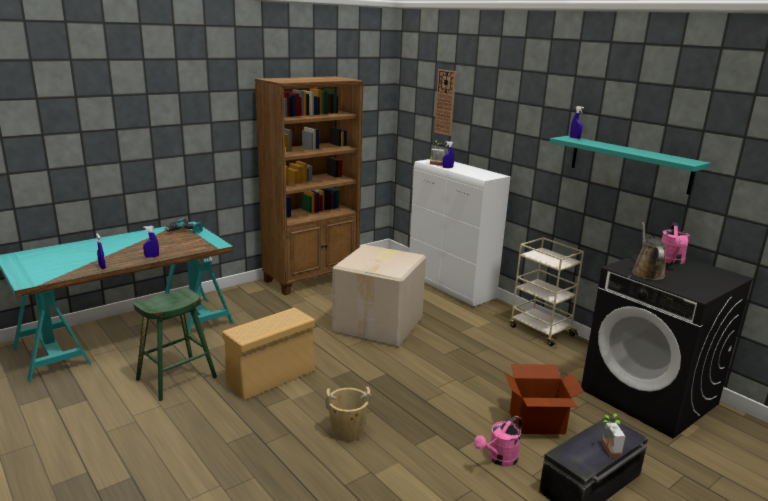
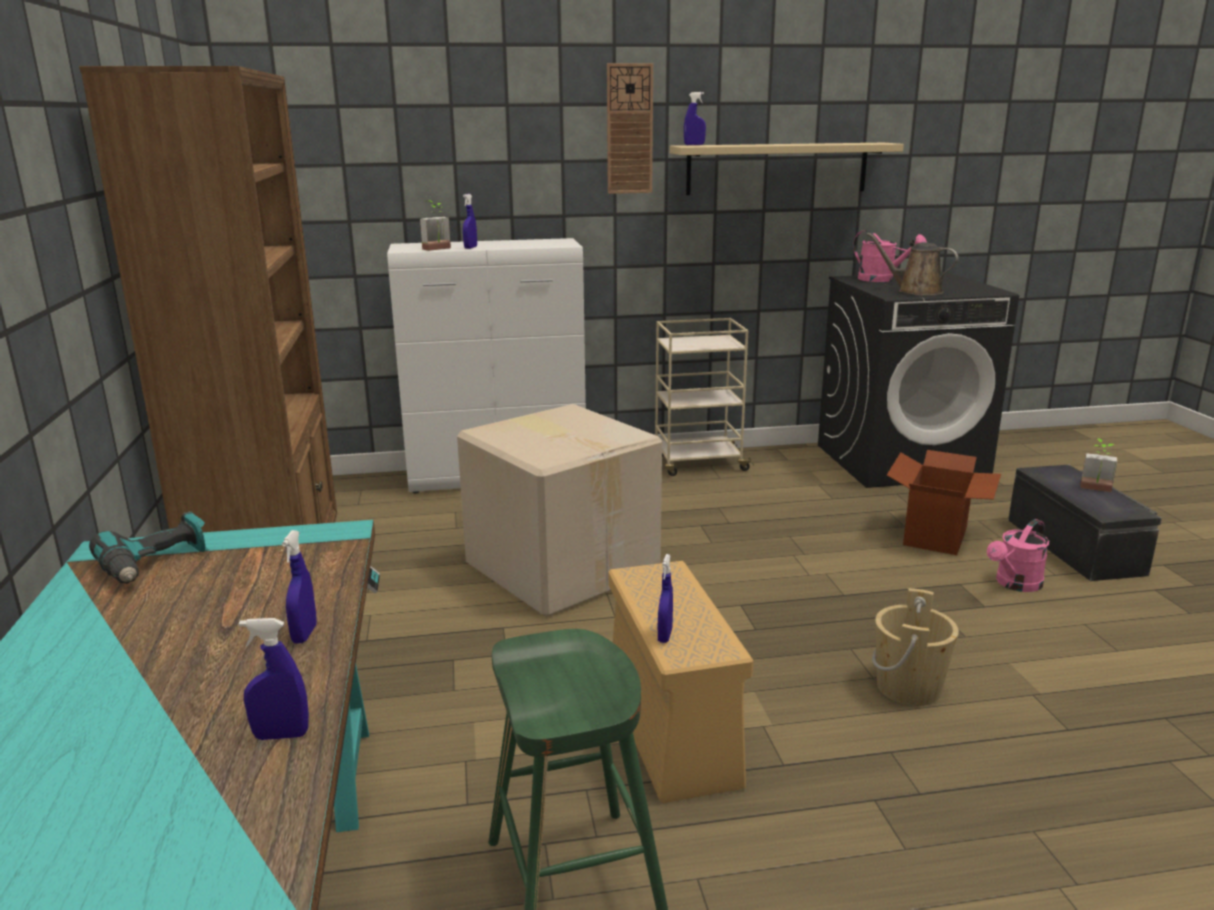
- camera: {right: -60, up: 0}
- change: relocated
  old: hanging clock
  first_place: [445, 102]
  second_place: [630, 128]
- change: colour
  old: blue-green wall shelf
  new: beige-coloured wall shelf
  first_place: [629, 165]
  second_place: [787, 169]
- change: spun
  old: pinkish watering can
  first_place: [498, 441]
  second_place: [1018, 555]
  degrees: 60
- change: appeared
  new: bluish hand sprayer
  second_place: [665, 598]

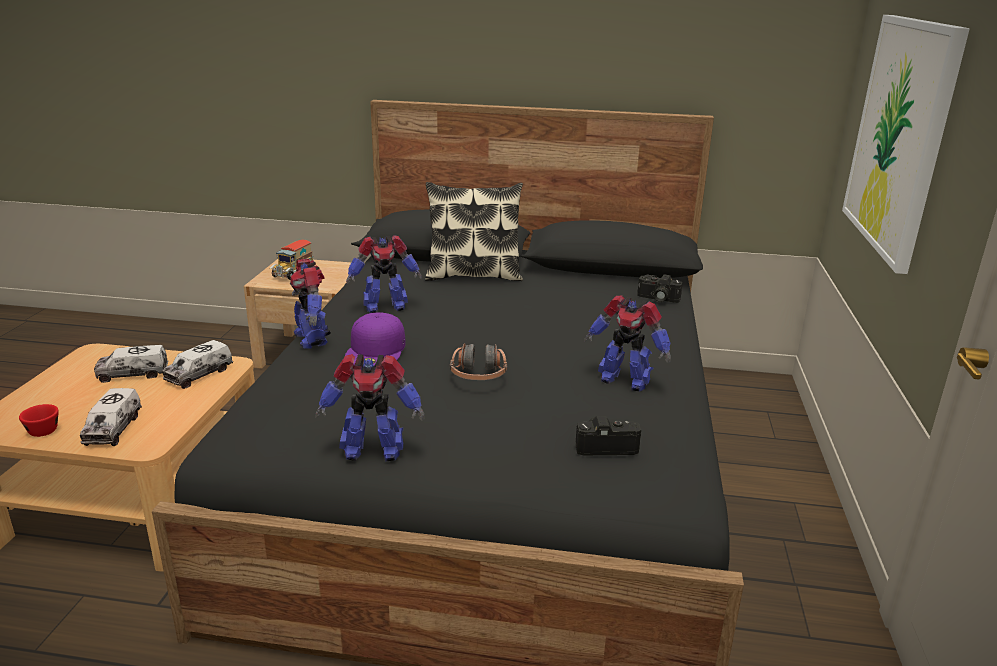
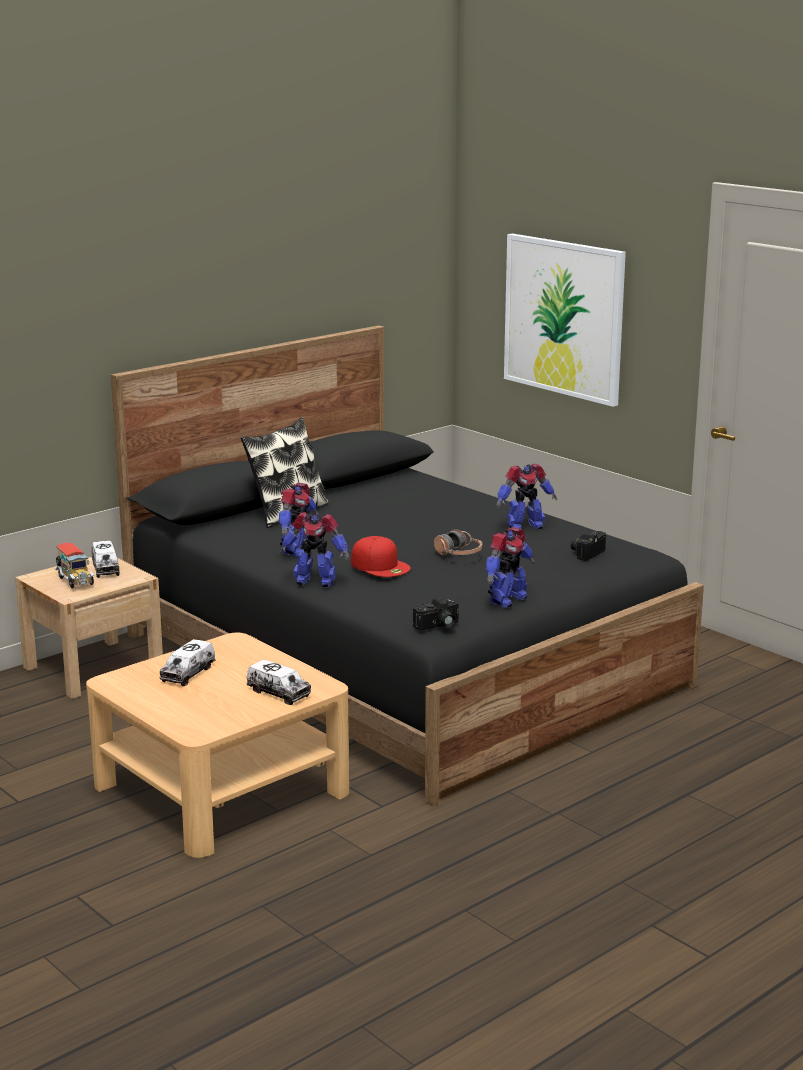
- camera: {right: -50, up: -5}
- change: relocated
  old: photo camera
  first_place: [660, 289]
  second_place: [436, 613]
- change: colour
  old: purple-coloured baseball cap
  new: reddish baseball cap
  first_place: [375, 339]
  second_place: [381, 556]
- change: relocated
  old: toy lorry
  first_place: [197, 364]
  second_place: [105, 559]
- change: missing
  old: reddish small cup
  first_place: [39, 420]

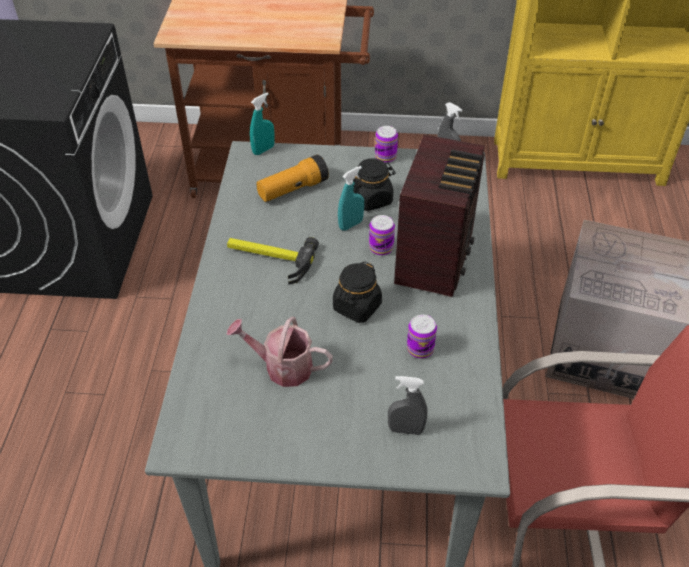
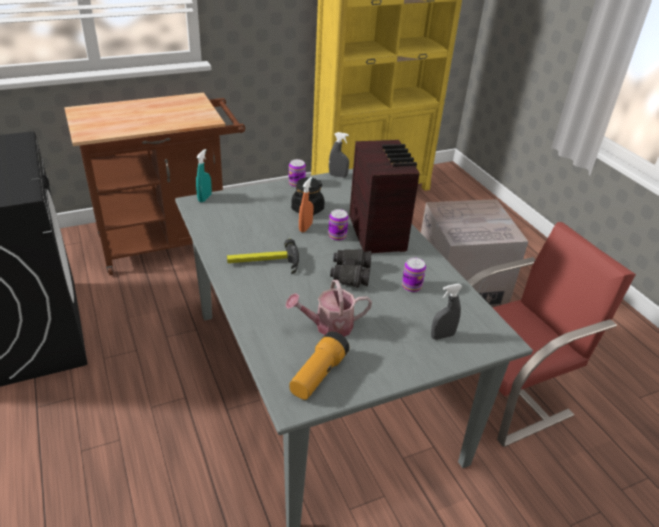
- camera: {right: -30, up: -10}
- change: relocated
  old: flashlight
  first_place: [292, 178]
  second_place: [319, 365]
- change: colour
  old: blue-green hand sprayer
  new: orangey hand sprayer
  first_place: [351, 198]
  second_place: [306, 204]
- change: exchanged
  old: black-coloured preserve jar
  new: black-coloured binoculars
  first_place: [357, 292]
  second_place: [350, 268]

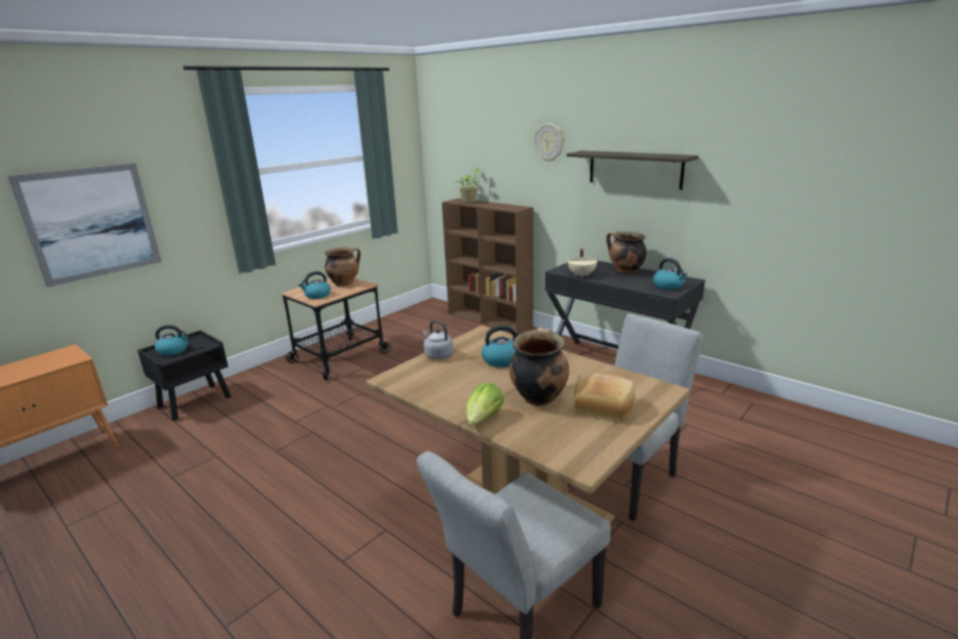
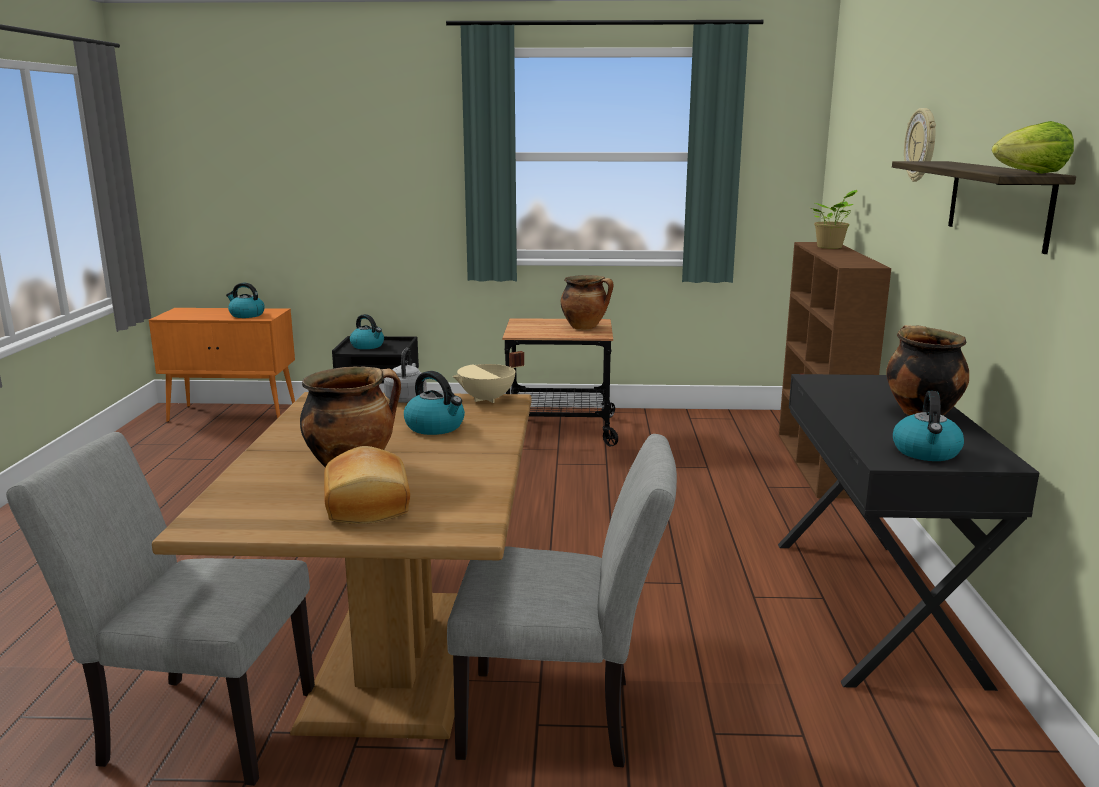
- camera: {right: 50, up: -5}
- change: missing
  old: picture
  first_place: [84, 225]
- change: relocated
  old: beige-coloured stockpot
  first_place: [582, 262]
  second_place: [488, 377]
- change: relocated
  old: tea kettle
  first_place: [315, 285]
  second_place: [245, 300]
- change: relocated
  old: head of lettuce
  first_place: [485, 404]
  second_place: [1033, 147]

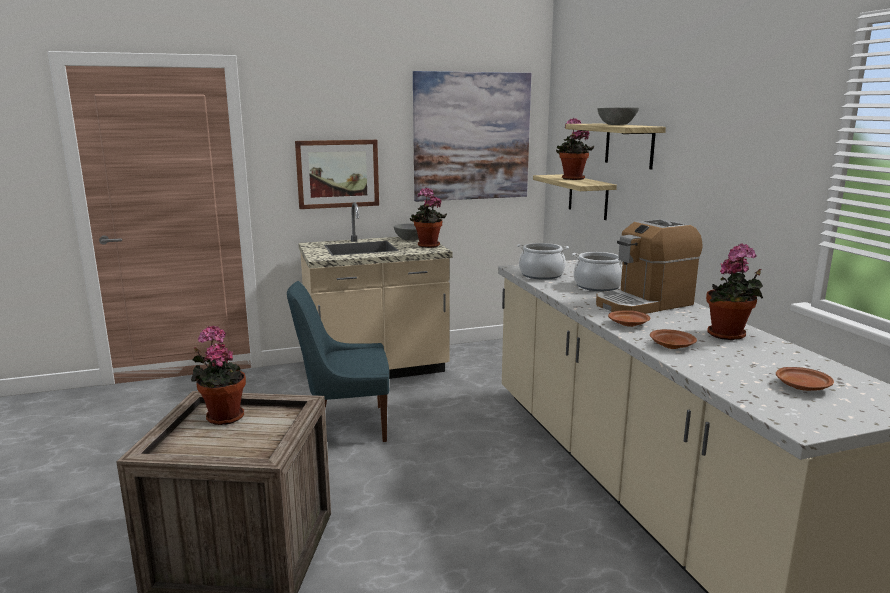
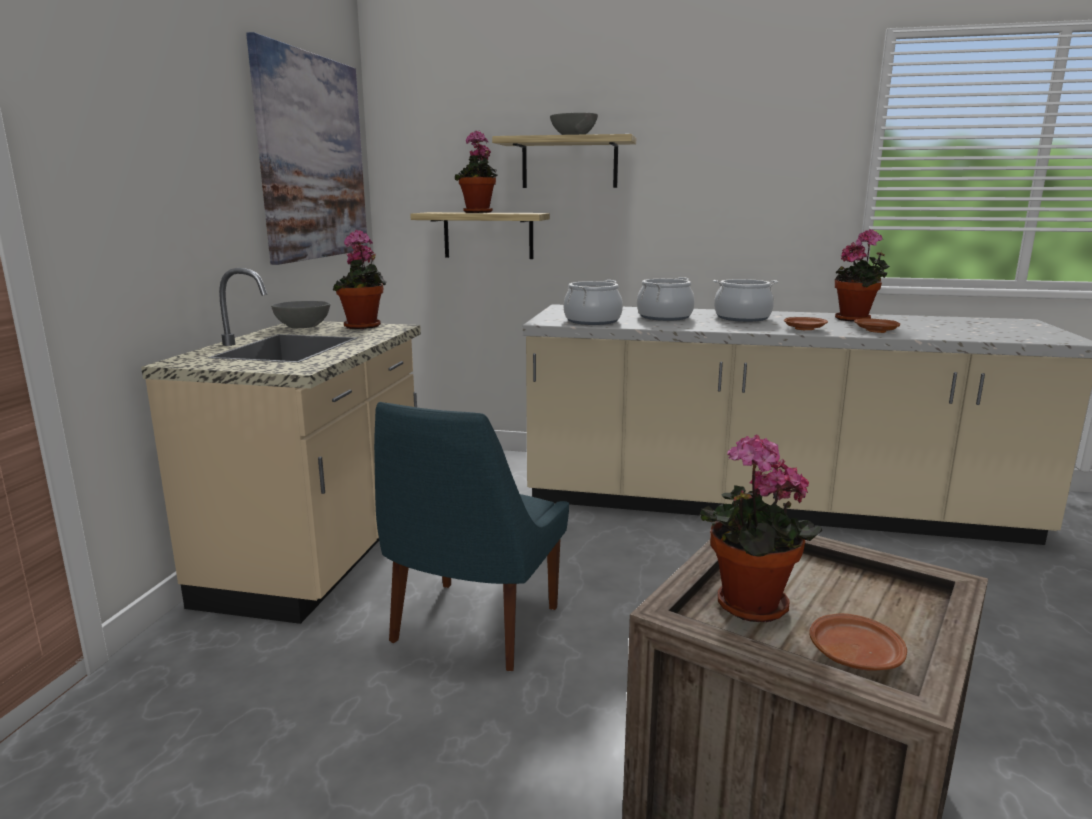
- camera: {right: -60, up: 0}
- change: missing
  old: picture
  first_place: [337, 174]
- change: exchanged
  old: coffee machine
  new: stockpot
  first_place: [649, 266]
  second_place: [745, 300]
- change: relocated
  old: brownish plate
  first_place: [805, 379]
  second_place: [858, 642]

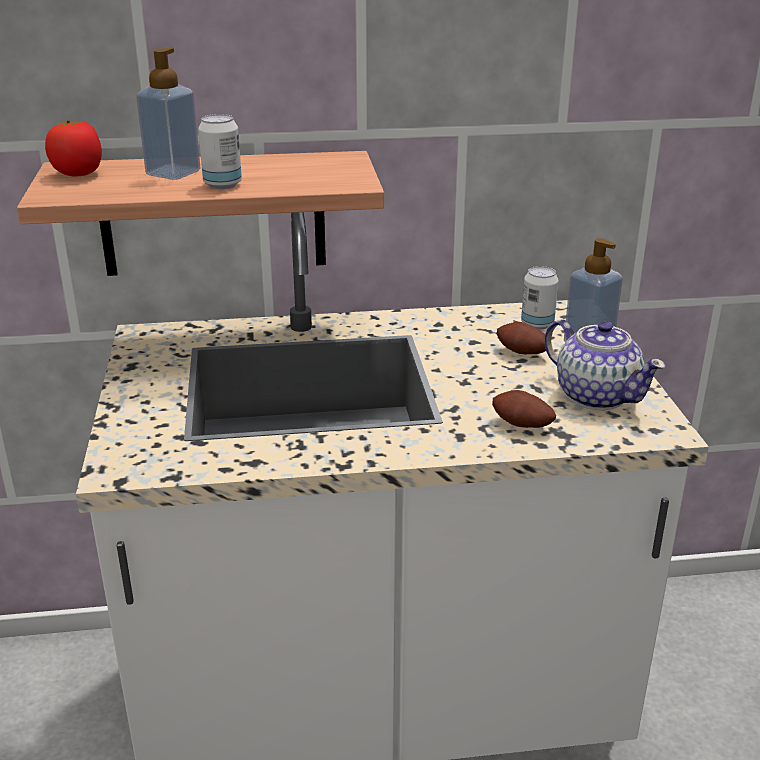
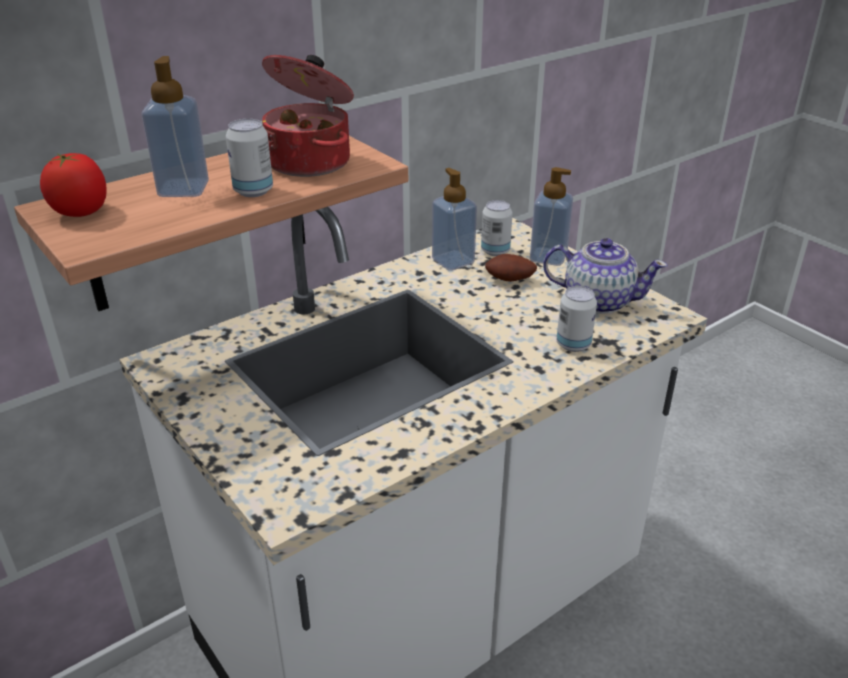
- camera: {right: -30, up: 5}
- change: exchanged
  old: potato
  new: can
  first_place: [524, 409]
  second_place: [577, 319]
- change: appeared
  new: stockpot
  second_place: [308, 116]
- change: appeared
  new: soap dispenser
  second_place: [454, 219]

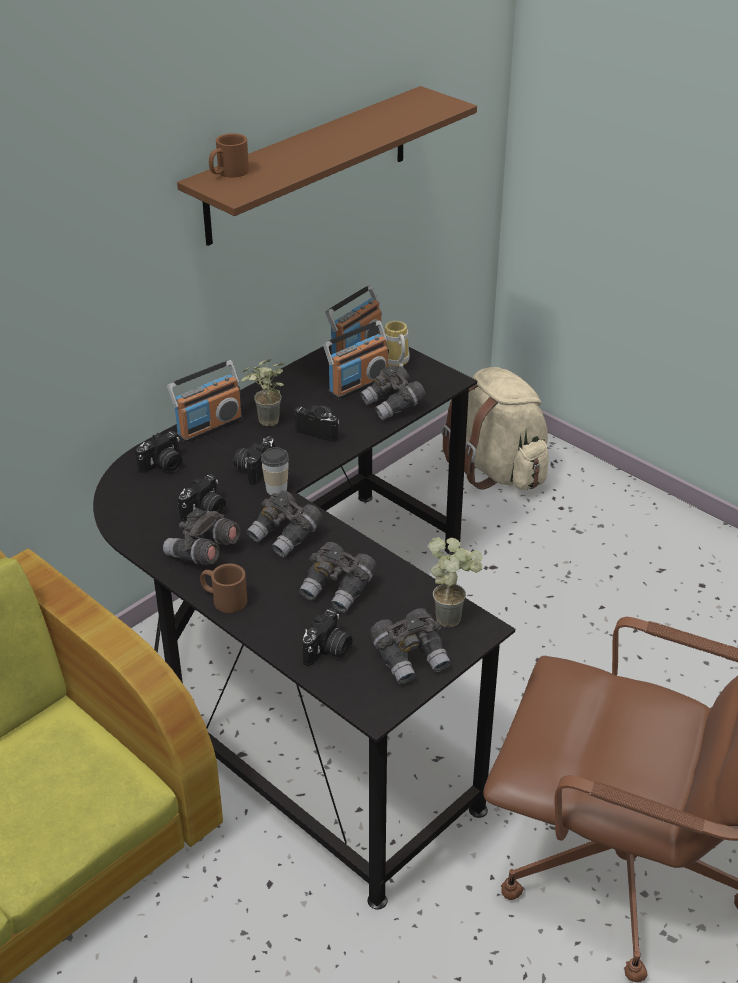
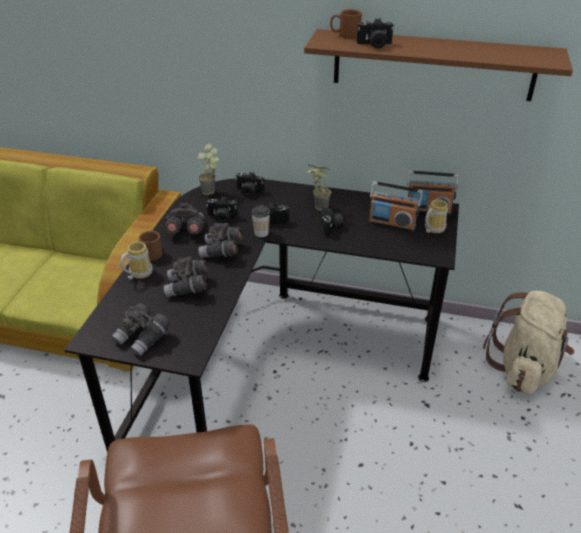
- camera: {right: 60, up: 0}
- change: missing
  old: radio
  first_place: [204, 401]
- change: missing
  old: gray binoculars
  first_place: [393, 393]
- change: relocated
  old: houseplant
  first_place: [455, 582]
  second_place: [208, 169]
- change: relocated
  old: photo camera
  first_place: [327, 637]
  second_place: [375, 33]
- change: appeared
  new: tea mug
  second_place: [136, 260]

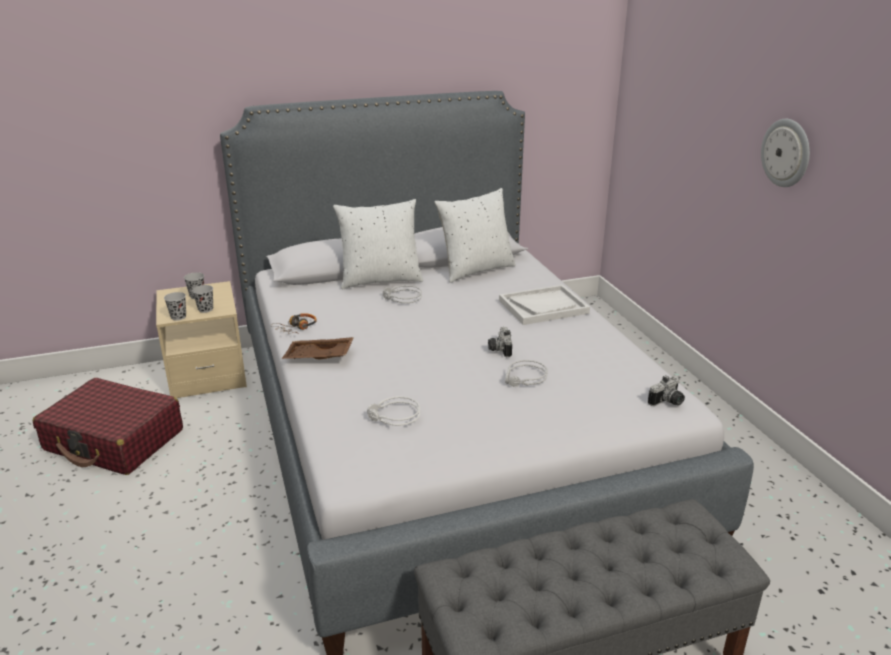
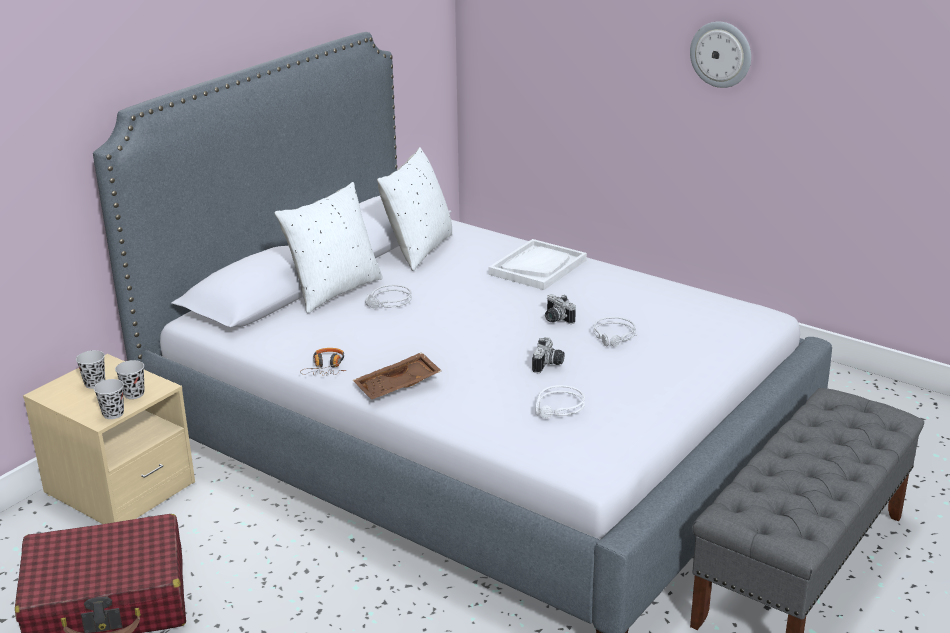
- camera: {right: -35, up: 0}
- change: relocated
  old: photo camera
  first_place: [666, 390]
  second_place: [548, 355]

